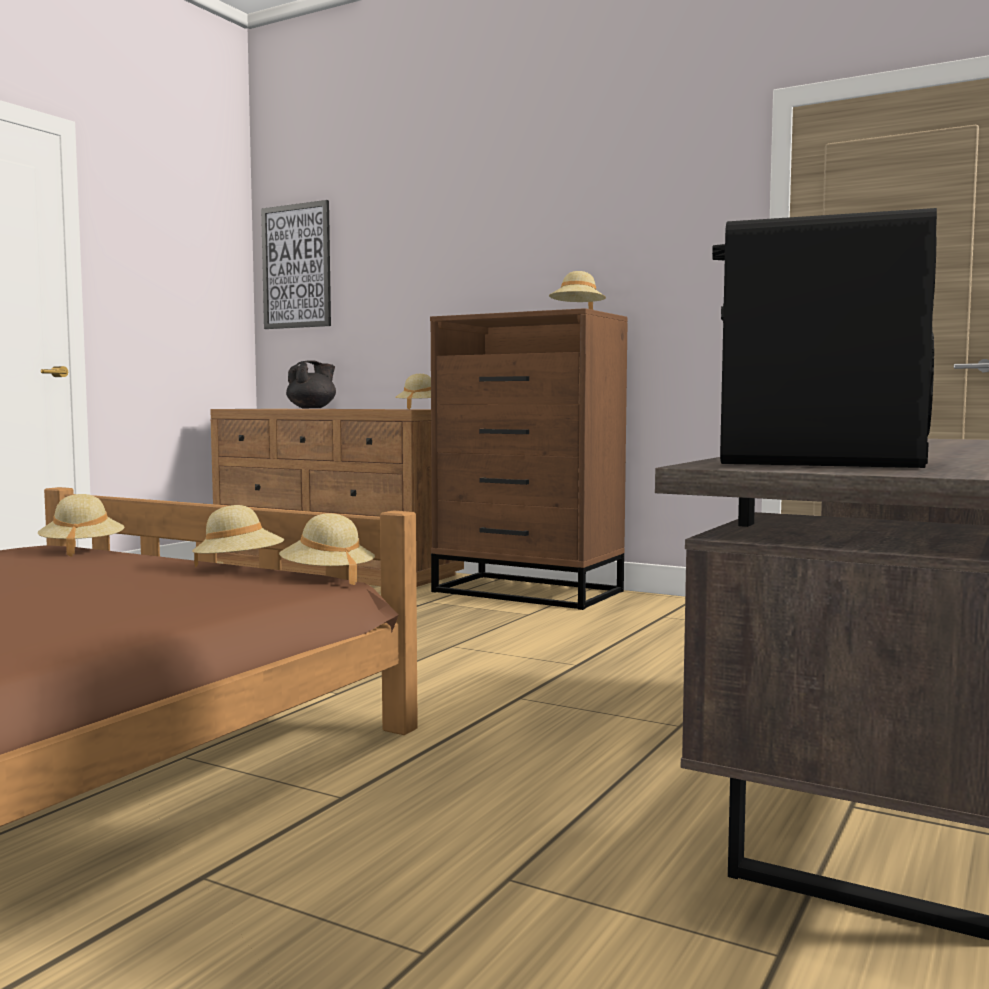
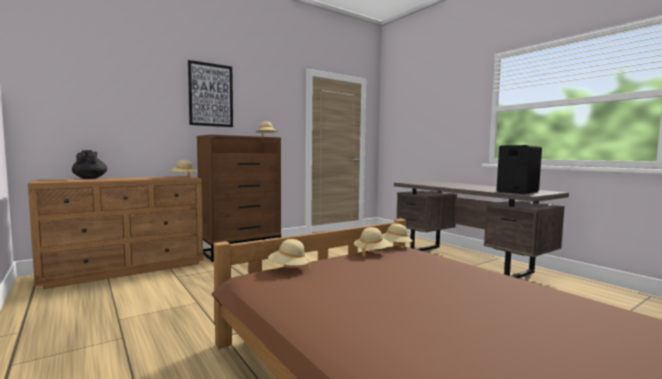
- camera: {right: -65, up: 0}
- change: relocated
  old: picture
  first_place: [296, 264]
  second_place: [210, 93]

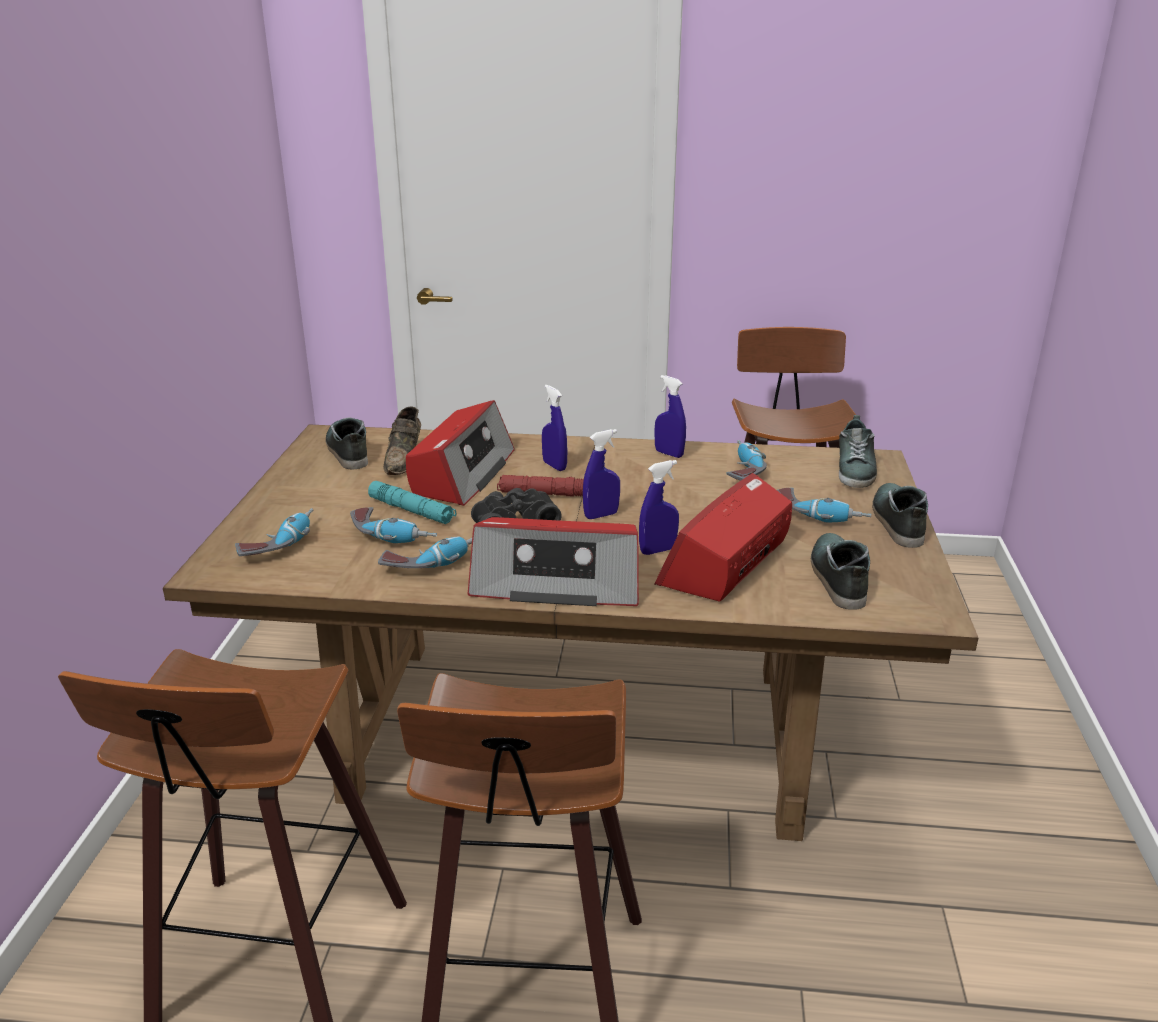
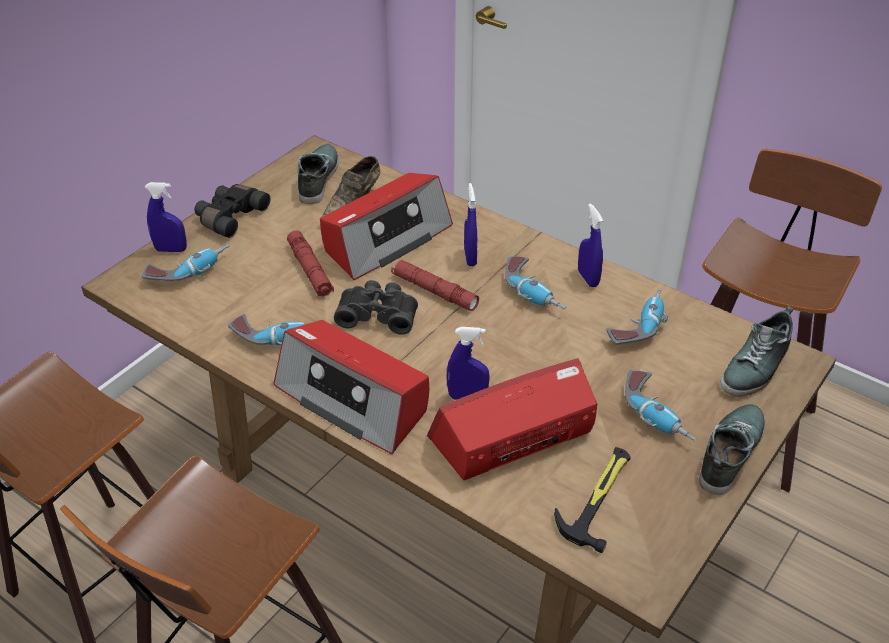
- camera: {right: 30, up: 15}
- change: relocated
  old: bluish hand sprayer
  first_place: [601, 474]
  second_place: [166, 217]
- change: colour
  old: blue-green flashlight
  new: reddish flashlight
  first_place: [412, 502]
  second_place: [310, 263]
- change: relocated
  old: power drill
  first_place: [393, 525]
  second_place: [535, 283]
- change: exchanged
  old: item of footwear
  new: tool hammer
  first_place: [840, 571]
  second_place: [592, 500]
- change: appeared
  new: black-coloured binoculars
  second_place: [232, 211]

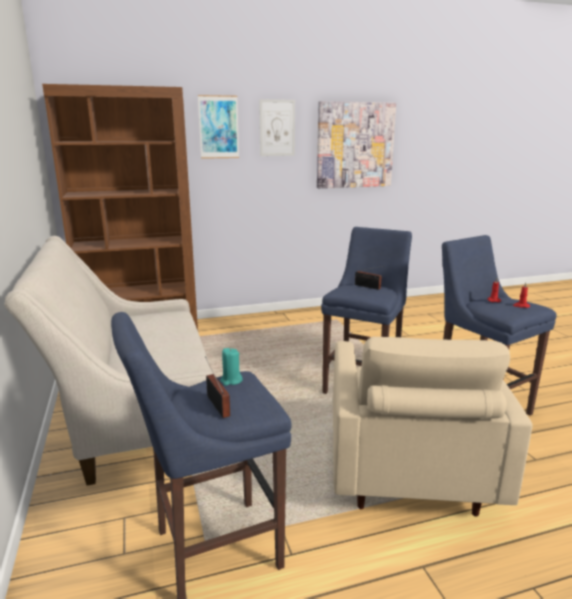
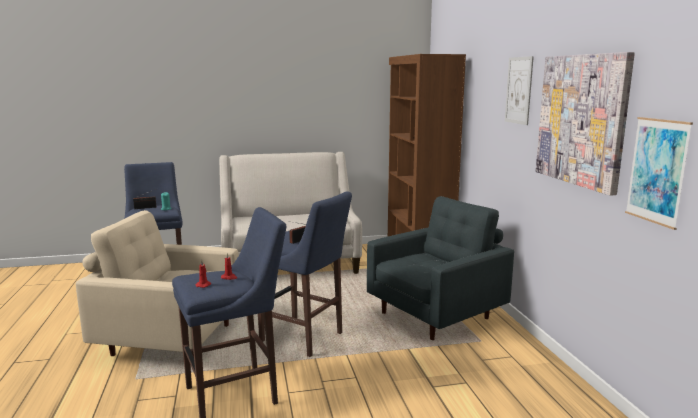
- camera: {right: 95, up: -5}
- change: relocated
  old: picture
  first_place: [218, 127]
  second_place: [659, 173]
- change: appeared
  new: gray armchair
  second_place: [440, 268]

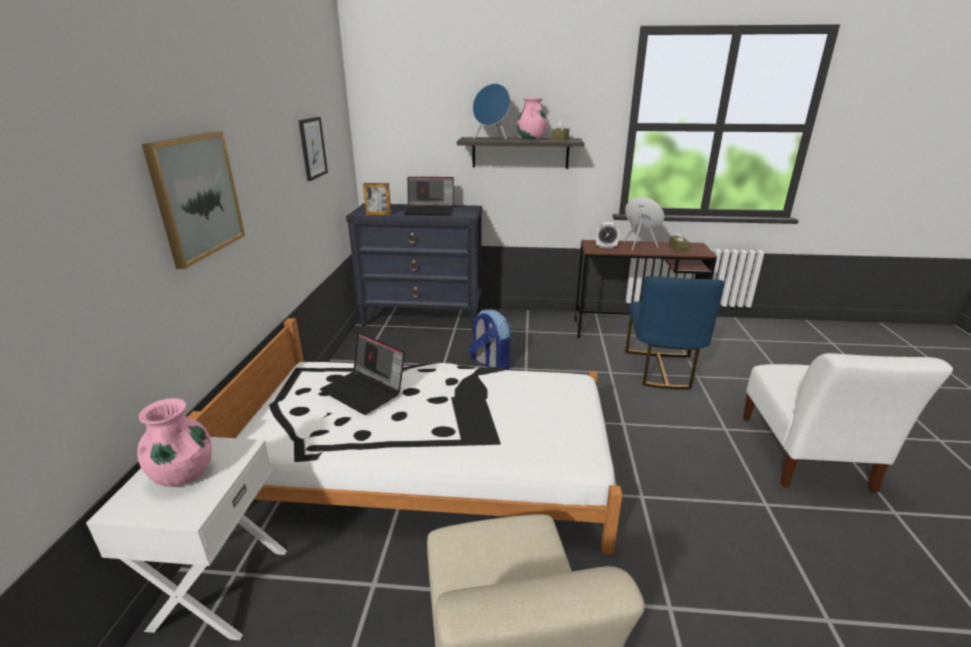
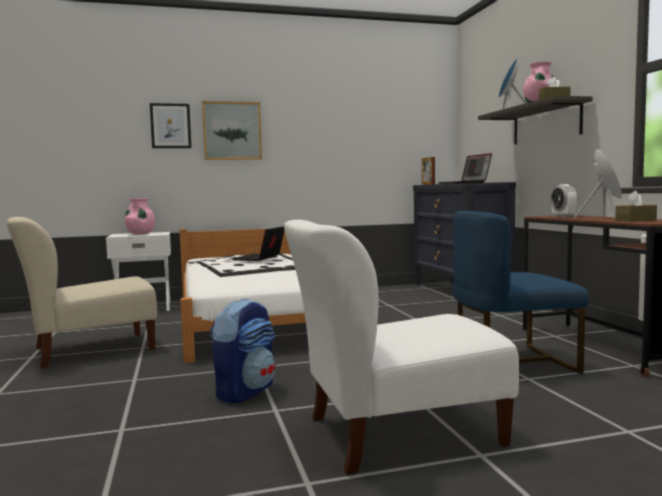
- camera: {right: 70, up: -20}
- change: relocated
  old: picture
  first_place: [313, 149]
  second_place: [170, 125]
- change: relocated
  old: backpack
  first_place: [489, 339]
  second_place: [242, 350]

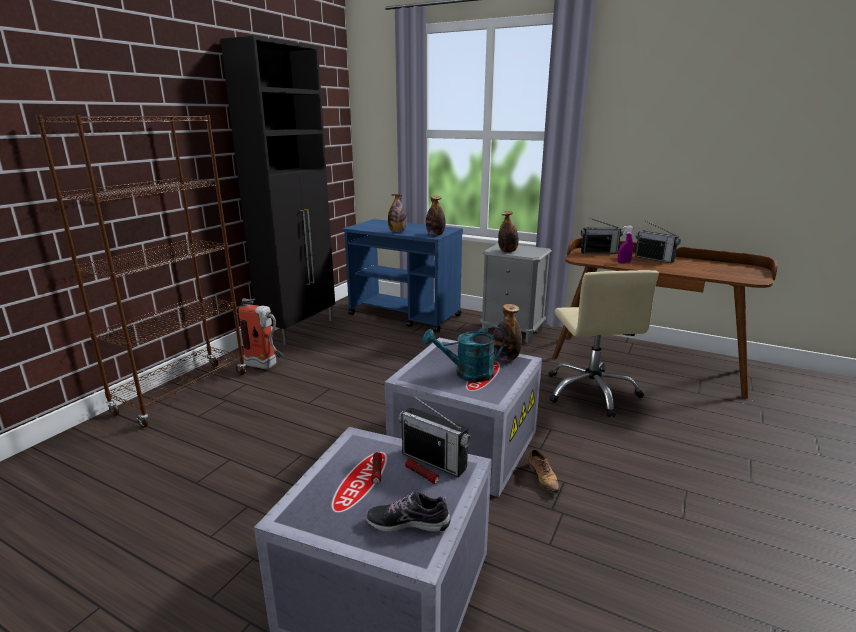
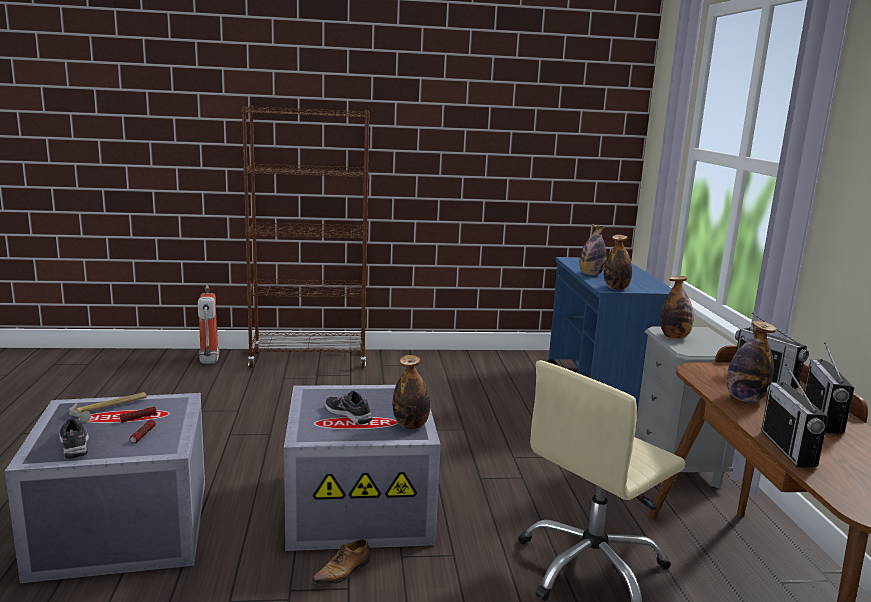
- camera: {right: 55, up: -5}
- change: missing
  old: black-coloured cupboard
  first_place: [277, 190]
- change: exchanged
  old: purple-coloured hand sprayer
  new: bottle
  first_place: [626, 244]
  second_place: [751, 362]
- change: relocated
  old: extinguisher
  first_place: [261, 334]
  second_place: [208, 324]
- change: exchanged
  old: blue-green watering can
  new: item of footwear
  first_place: [463, 353]
  second_place: [348, 407]
- change: relocated
  old: radio
  first_place: [434, 435]
  second_place: [794, 416]
- change: appeared
  new: tool hammer
  second_place: [107, 407]

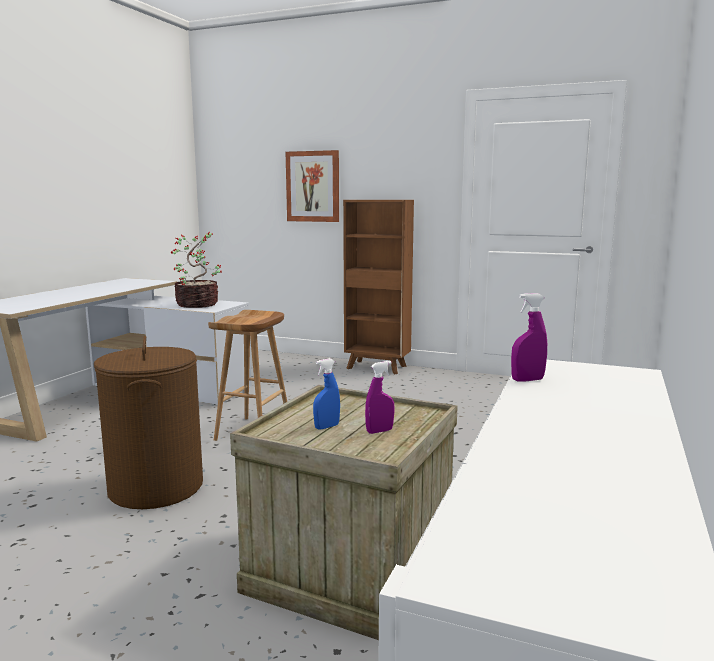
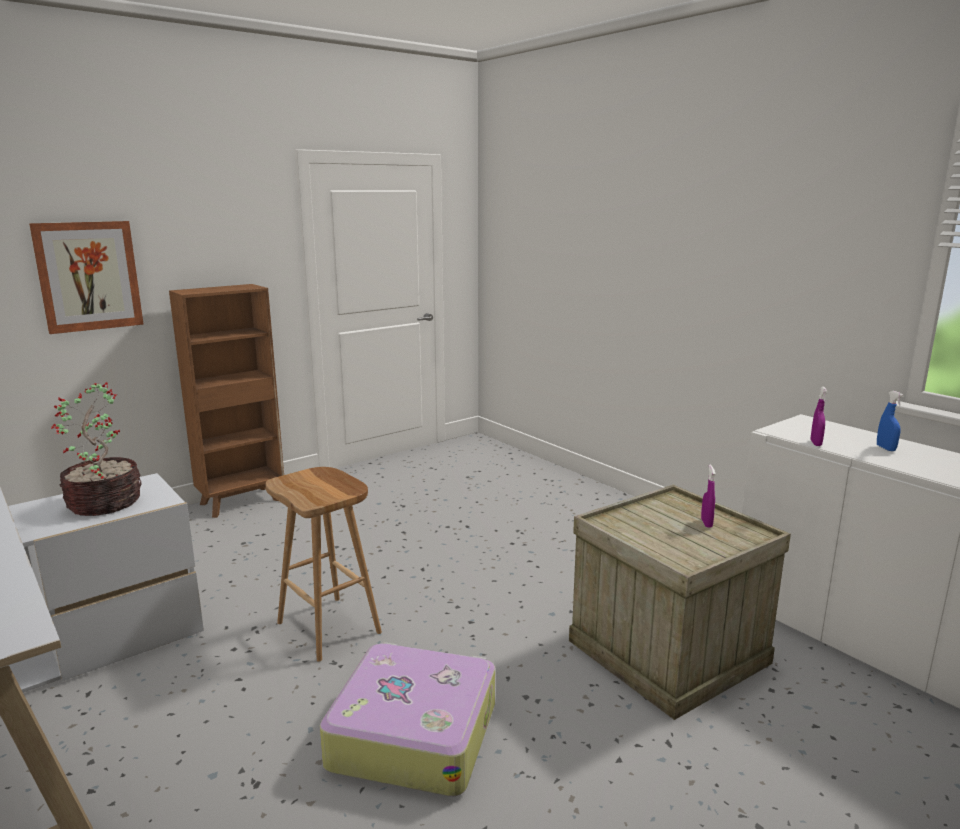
- camera: {right: -60, up: 5}
- change: exchanged
  old: brownish laundry basket
  new: piece of luggage
  first_place: [148, 422]
  second_place: [407, 719]
- change: relocated
  old: bluish hand sprayer
  first_place: [326, 394]
  second_place: [890, 421]

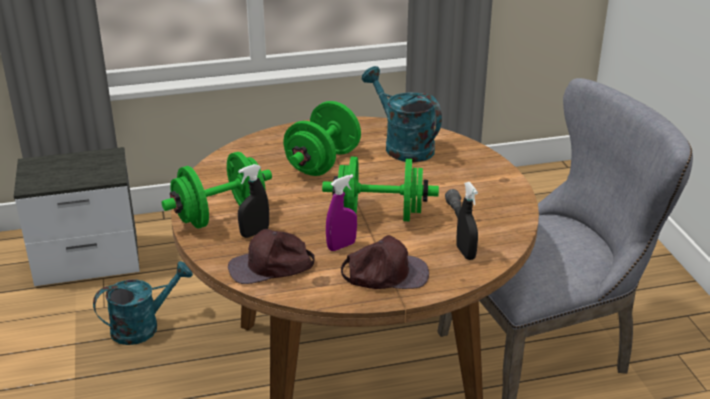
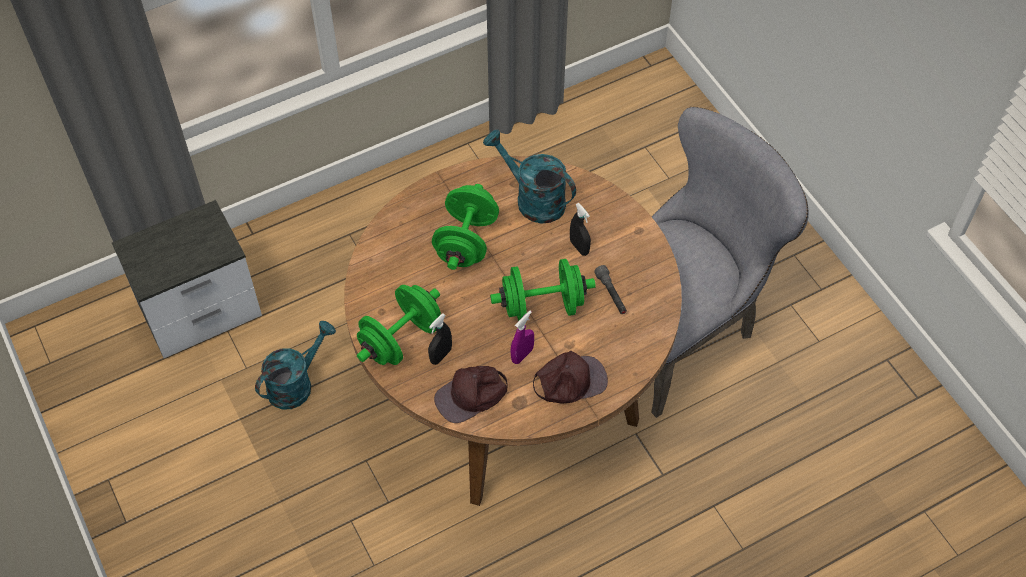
- camera: {right: -15, up: 25}
- change: relocated
  old: black-coloured hand sprayer
  first_place: [467, 221]
  second_place: [580, 229]

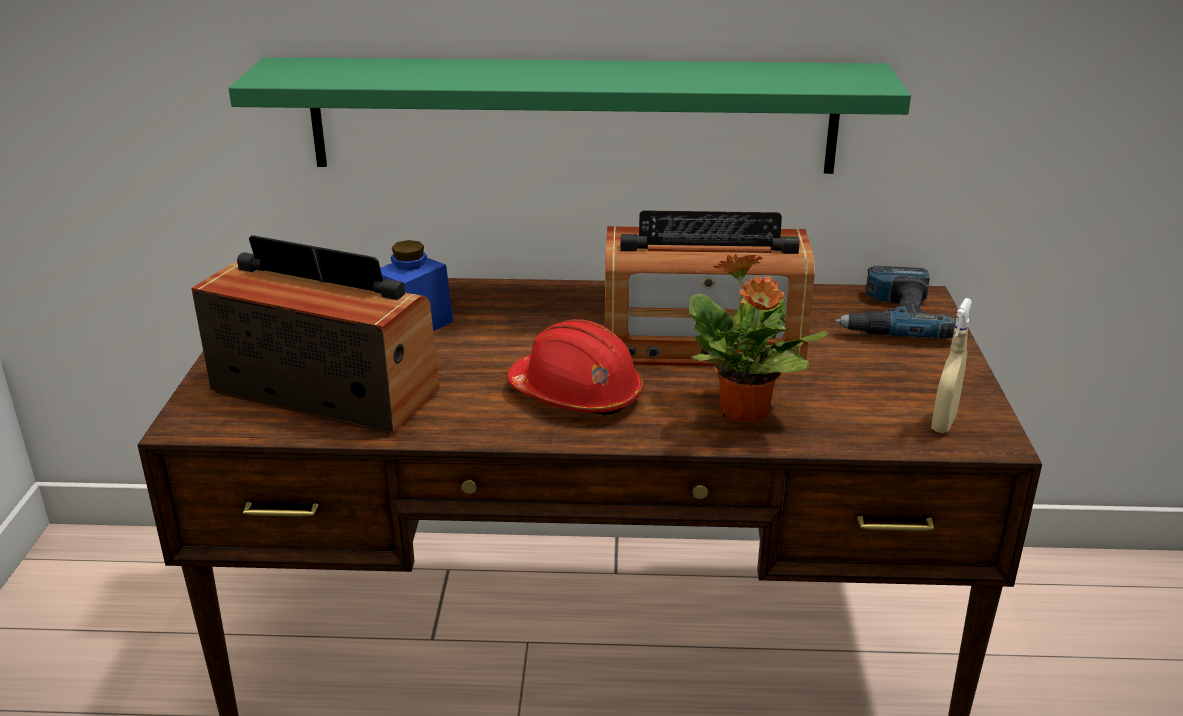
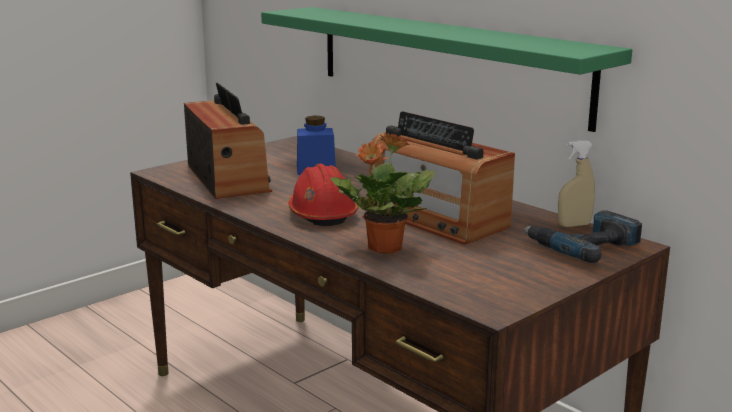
- camera: {right: 45, up: -10}
- change: relocated
  old: beige-coloured hand sprayer
  first_place: [951, 365]
  second_place: [576, 183]

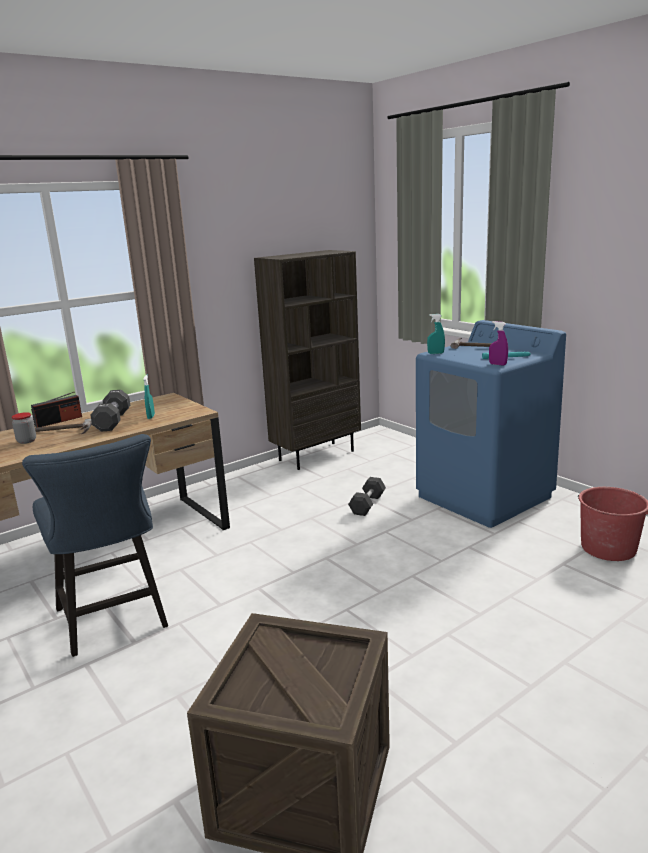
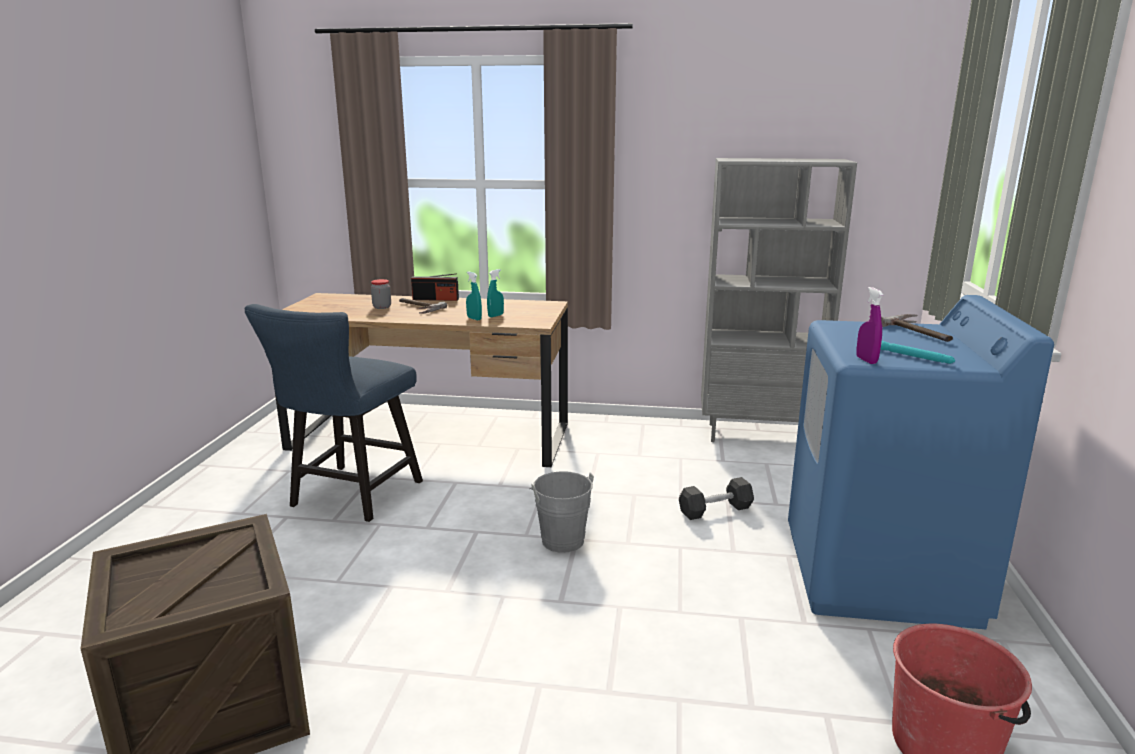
- camera: {right: 45, up: 0}
- change: colour
  old: brownish bookshelf
  new: gray bookshelf
  first_place: [307, 360]
  second_place: [779, 300]
- change: relocated
  old: blue-green hand sprayer
  first_place: [436, 334]
  second_place: [474, 296]
- change: missing
  old: black-coloured dumbbell
  first_place: [110, 411]
- change: appeared
  new: gray pail
  second_place: [561, 512]

